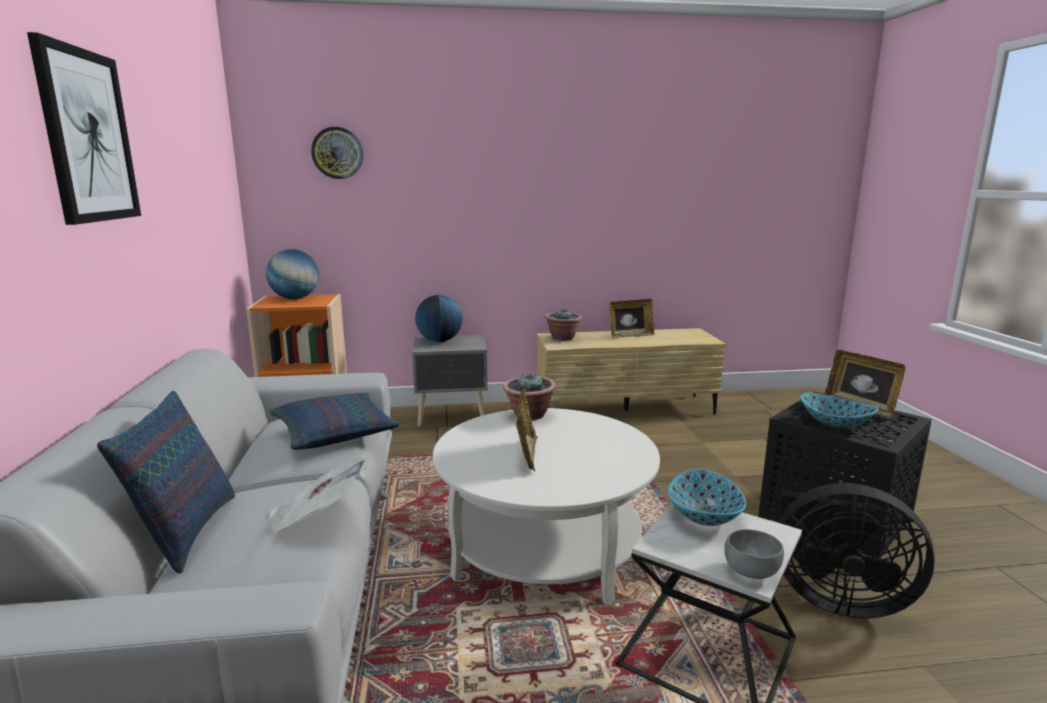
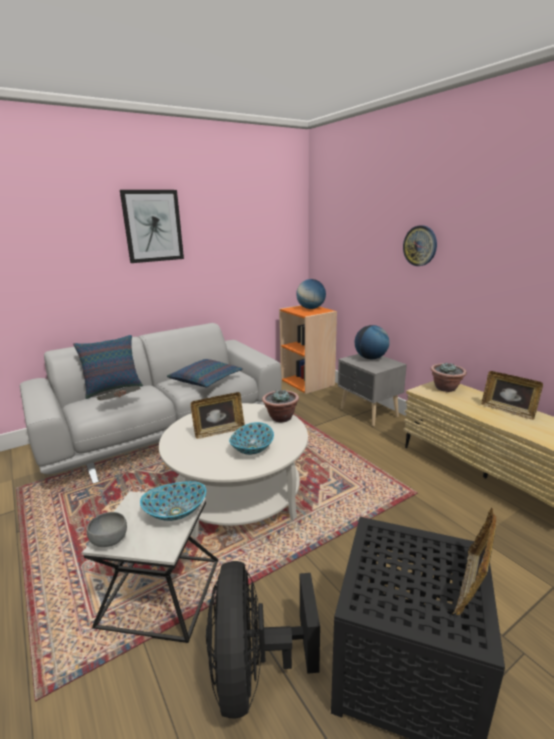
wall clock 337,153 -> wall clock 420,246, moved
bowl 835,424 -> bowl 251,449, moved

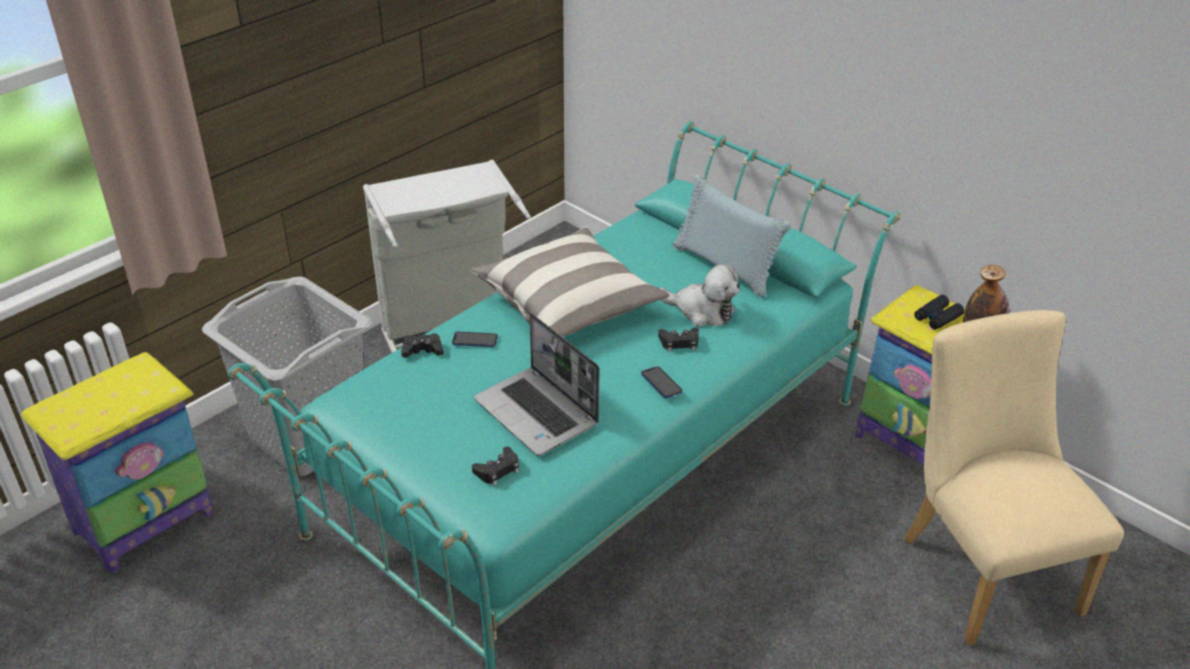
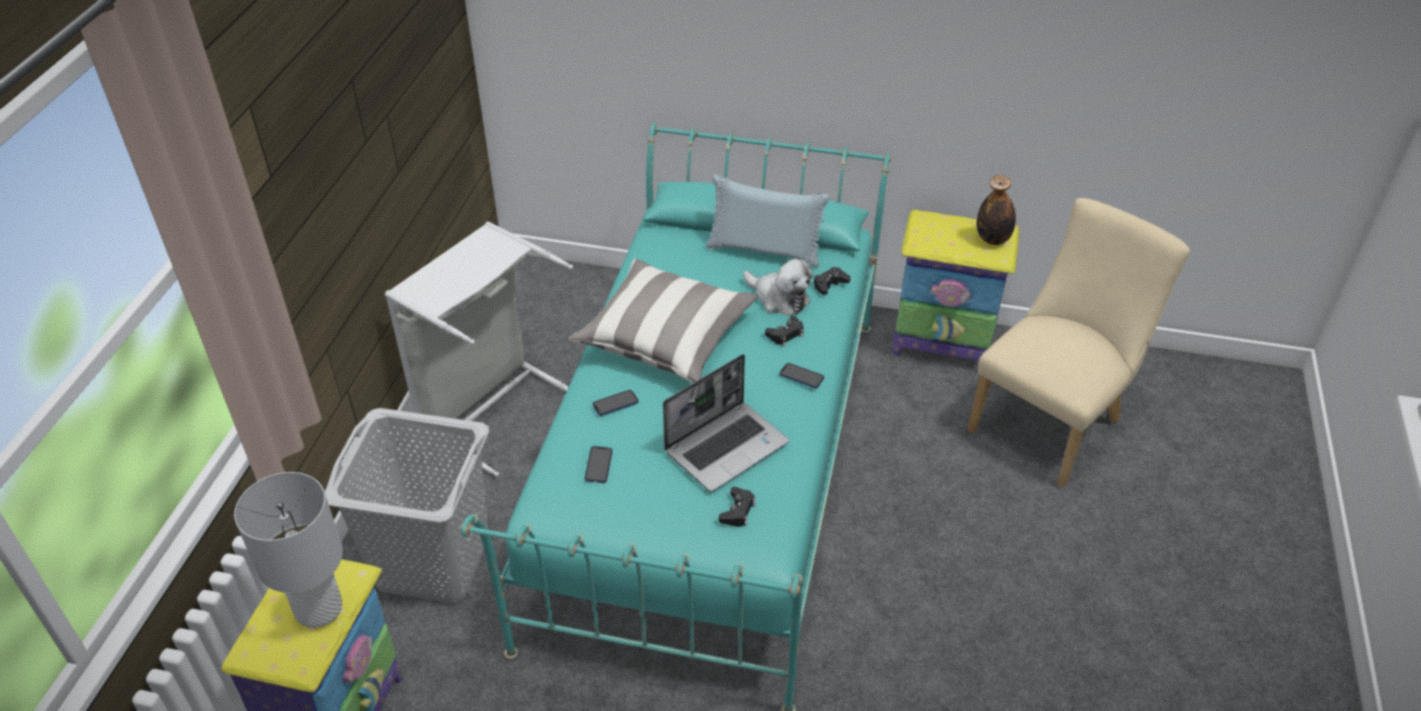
black binoculars 937,317 -> none
none -> grey table lamp 319,611
none -> phone 598,465
black game controller 422,350 -> black game controller 830,284, moved
laptop 538,413 -> laptop 727,446, 60 degrees counterclockwise
plush toy 701,311 -> plush toy 779,298, 45 degrees clockwise
beige chair 981,566 -> beige chair 1052,421, 90 degrees clockwise

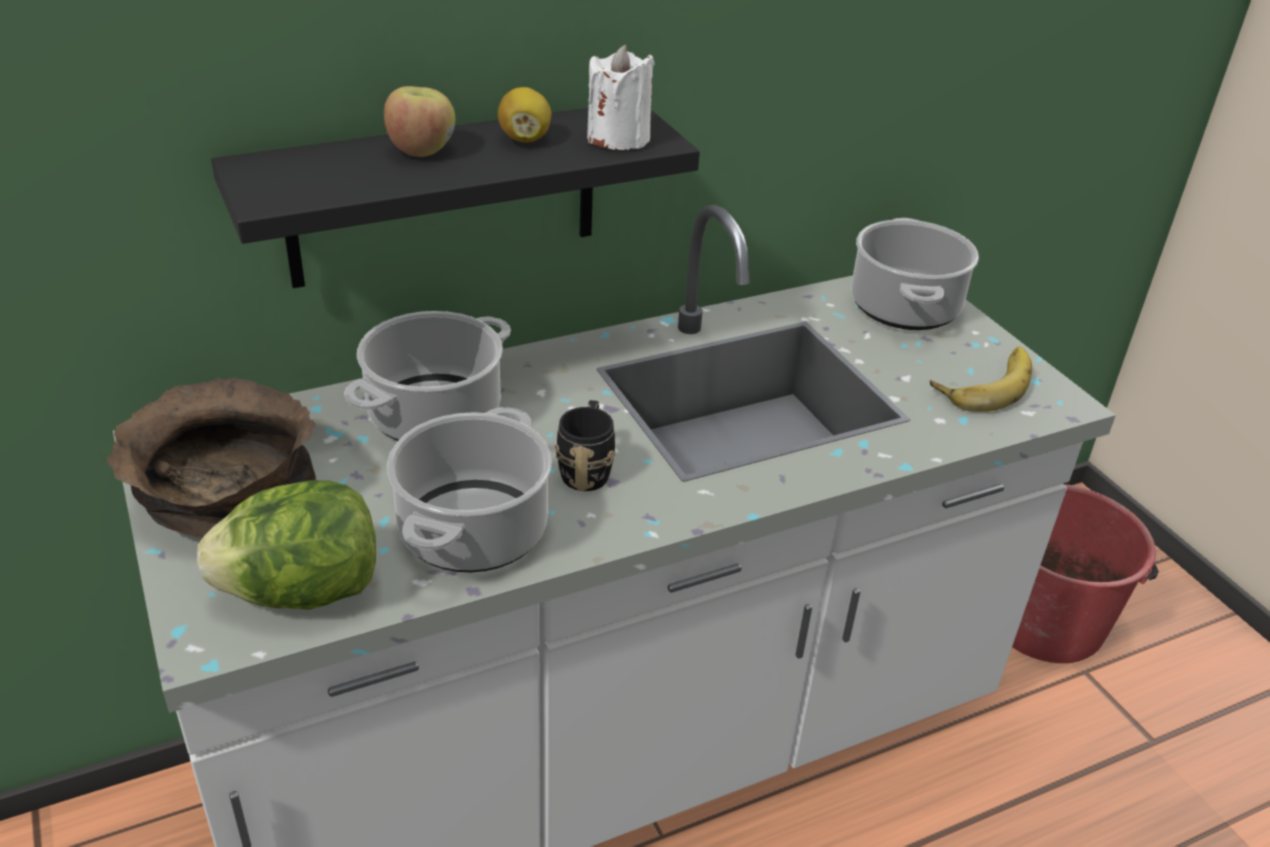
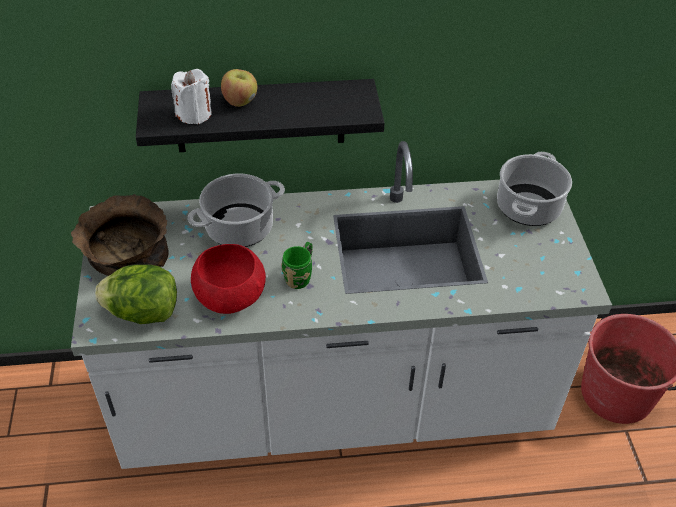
lemon 525,139 -> none
banana 982,383 -> none
white candle 618,138 -> white candle 194,114, moved
cooking pot 473,529 -> red bowl 231,297
black mug 586,469 -> green mug 300,275

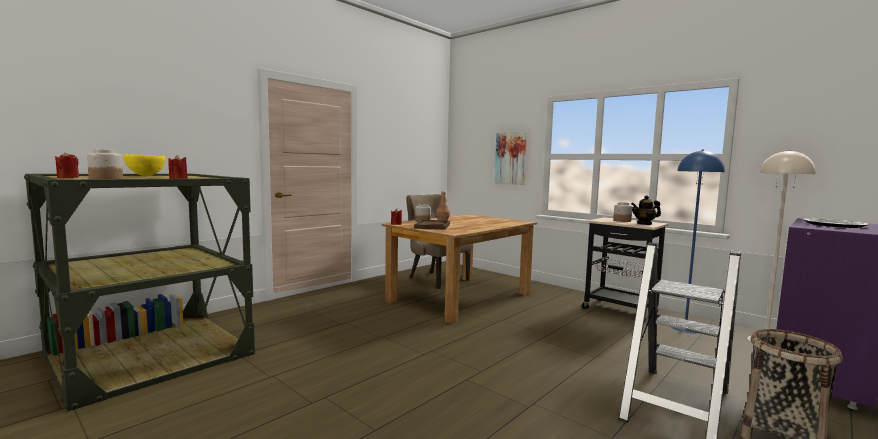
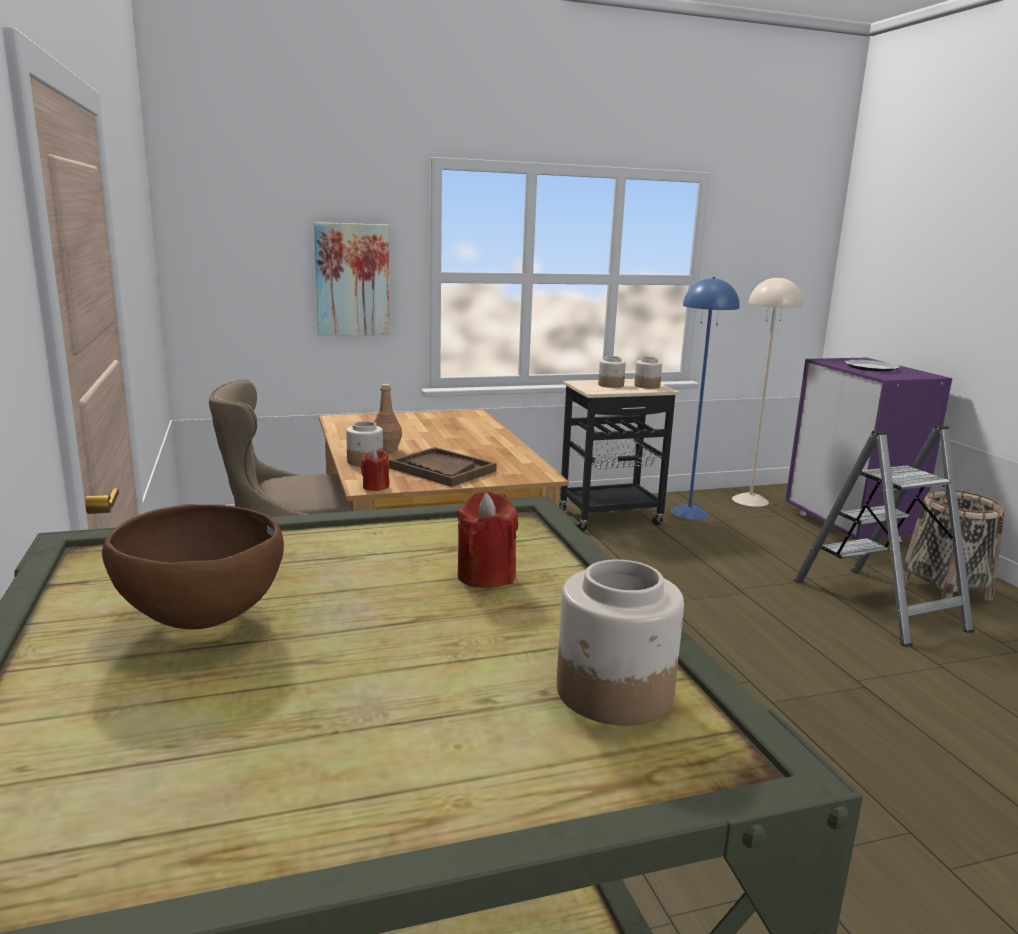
red candle 68,178 -> none
teapot 644,224 -> jar 647,386
yellow bowl 145,176 -> brown bowl 202,623

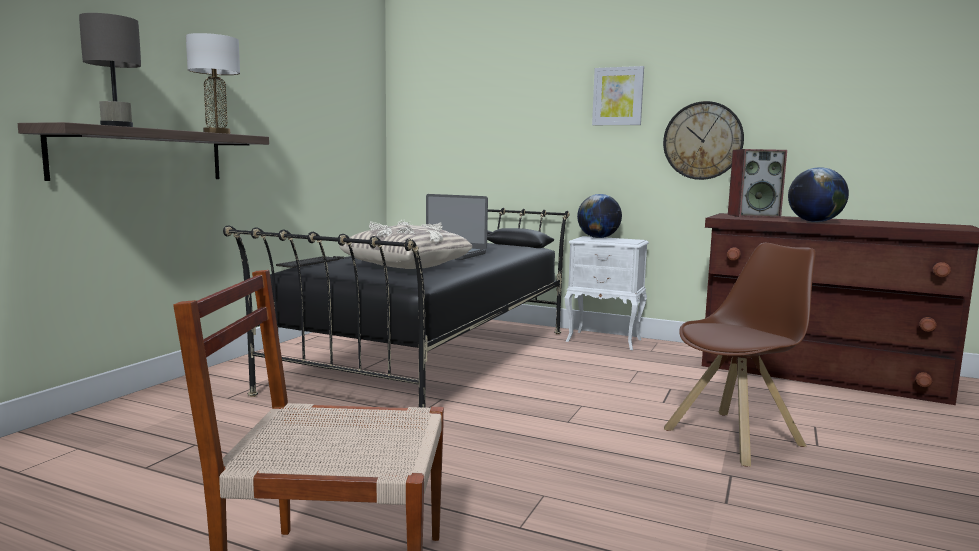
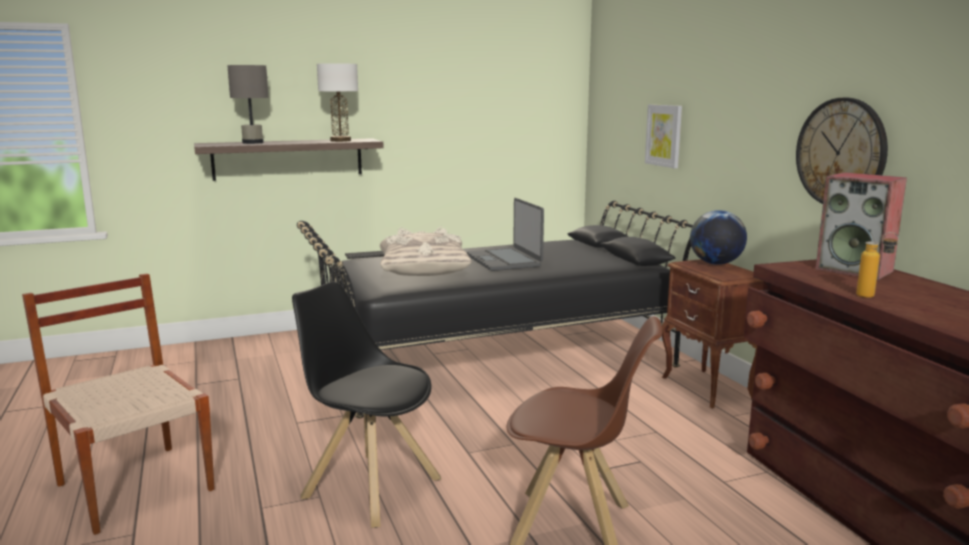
none -> black chair 369,486
picture 618,96 -> picture 664,135, moved
globe 814,222 -> bottle 872,297
white nightstand 604,340 -> brown nightstand 708,388

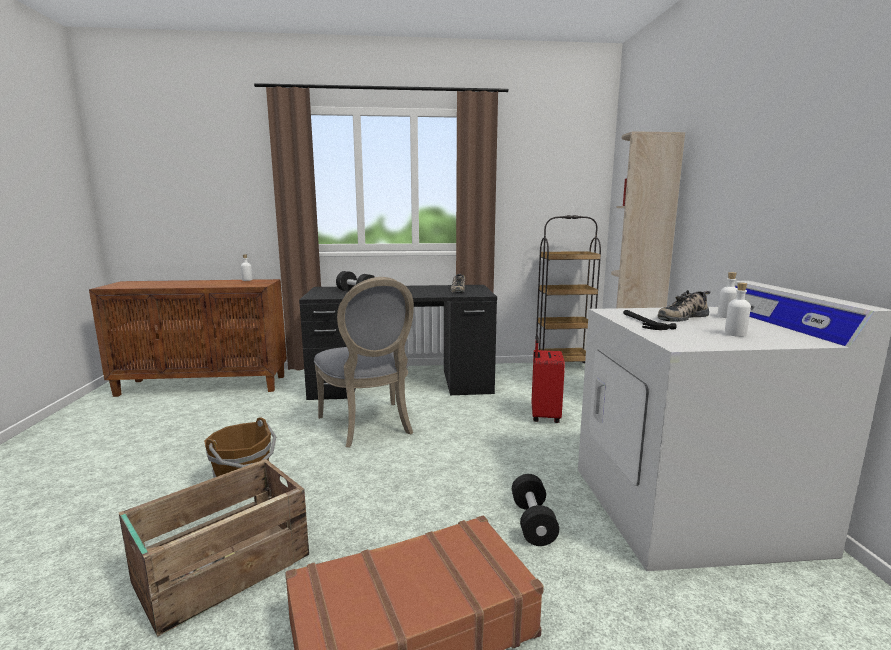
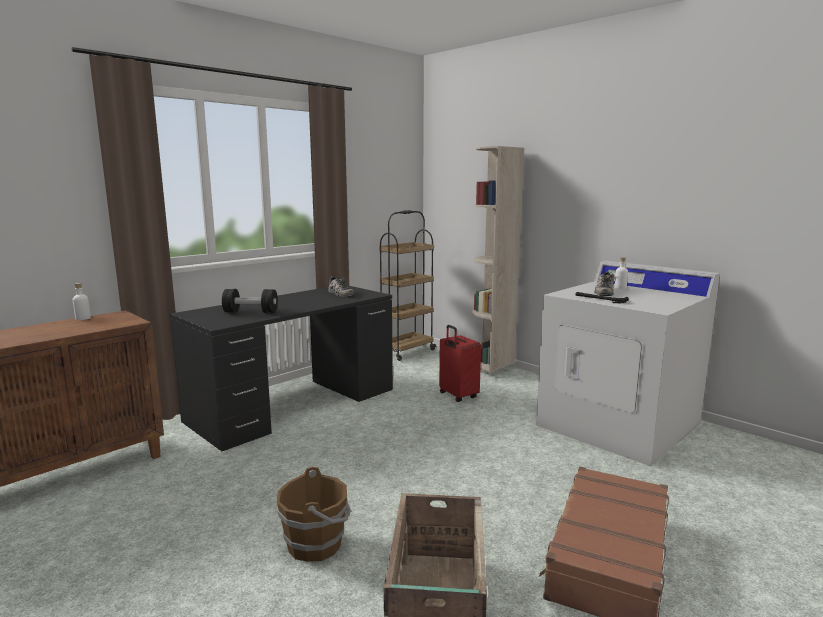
grey chair 369,426 -> none
black dumbbell 533,522 -> none
white bottle 735,334 -> none

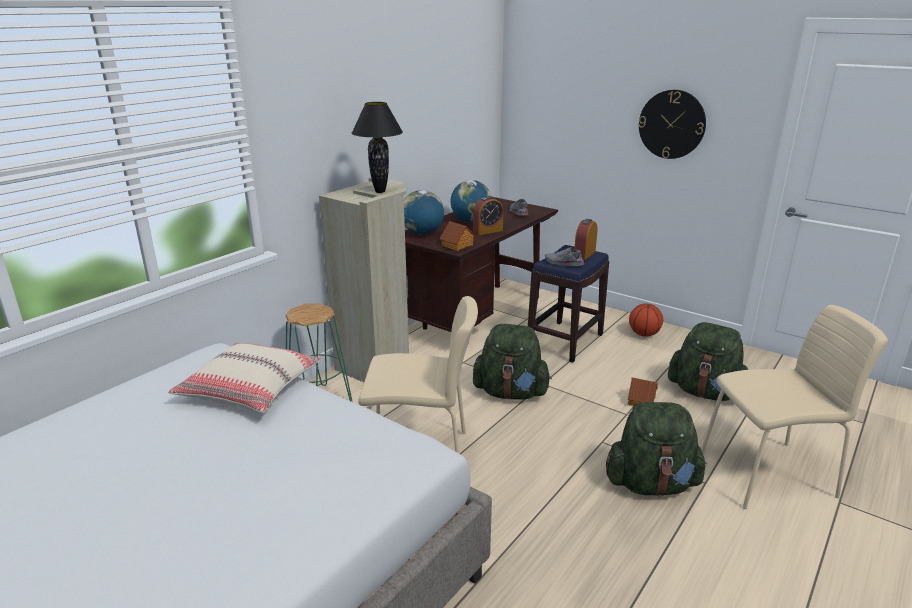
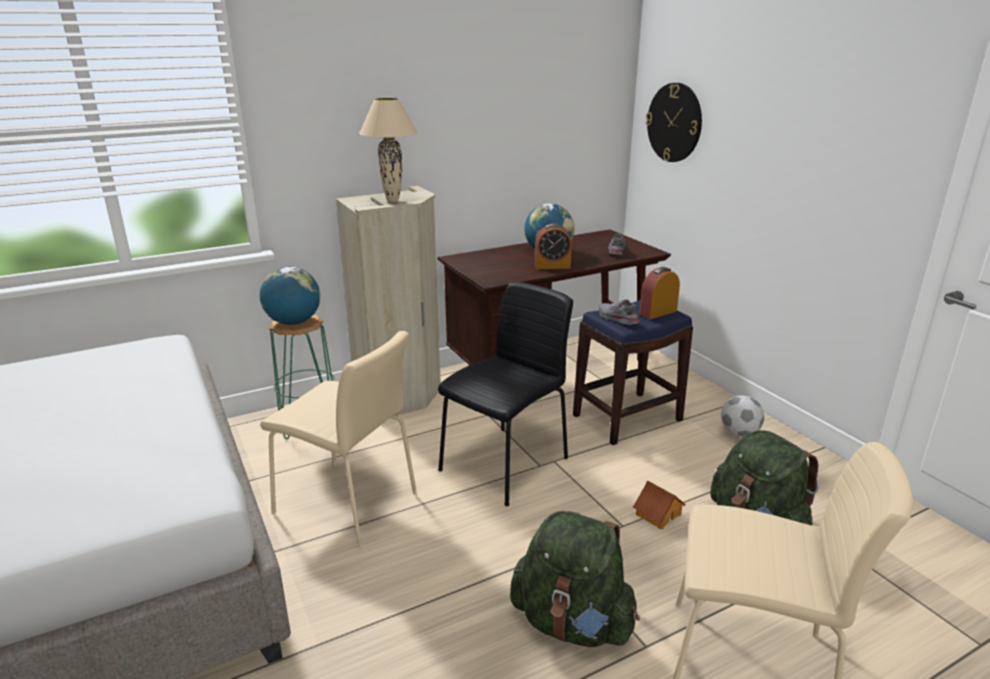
beige pillow 249,389 -> none
toy house 457,245 -> none
globe 422,233 -> globe 293,322, moved
wall clock 671,124 -> wall clock 674,122, moved
green backpack 510,393 -> black chair 507,462
basketball 644,334 -> football 739,433
black table lamp 380,191 -> beige table lamp 392,201

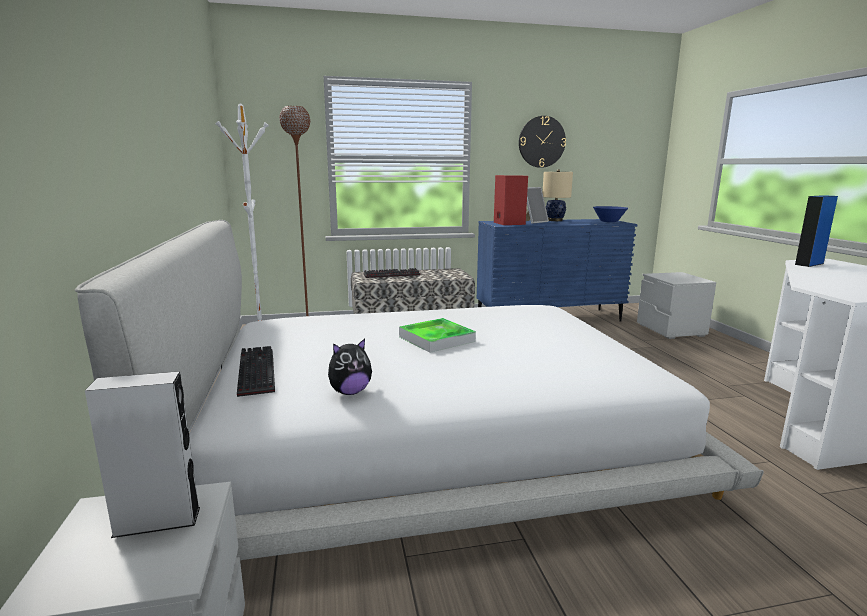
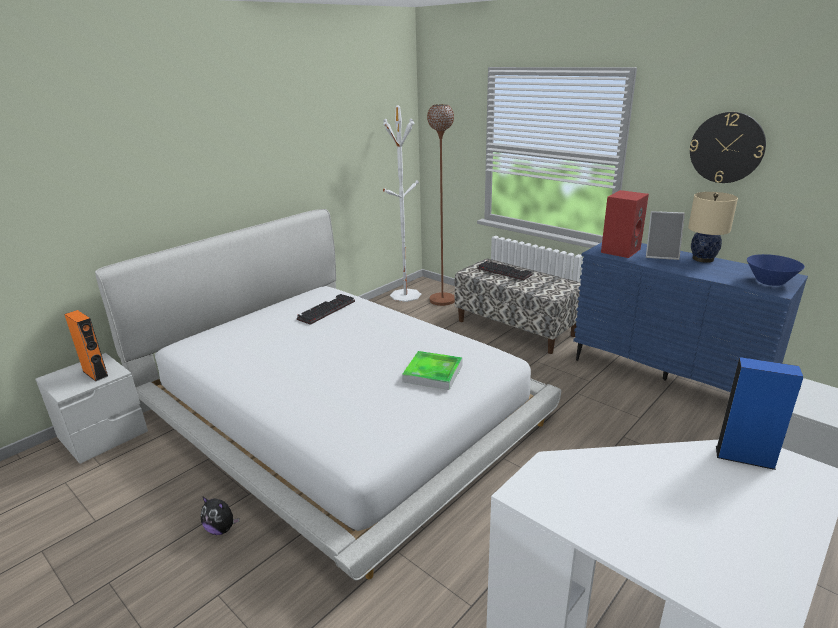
keyboard 254,372 -> keyboard 326,310, moved
plush toy 350,392 -> plush toy 221,529, moved
tray 436,339 -> tray 433,373, moved
grey speaker 157,521 -> orange speaker 95,373

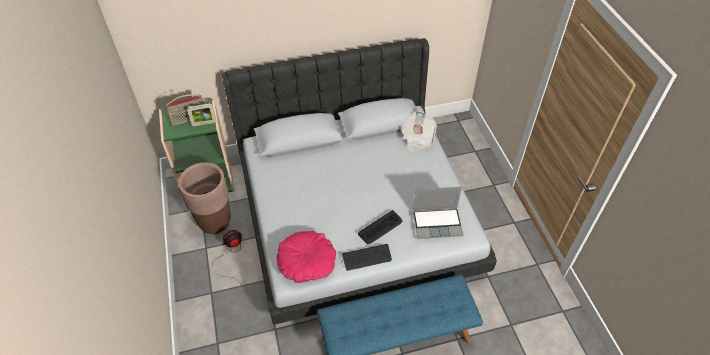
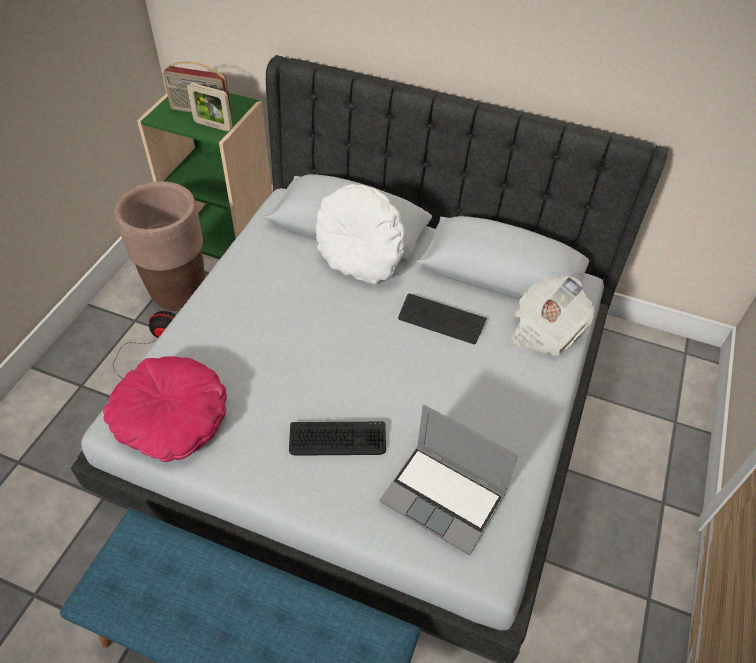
none -> white pillow 359,266
keyboard 367,257 -> keyboard 441,320, moved

